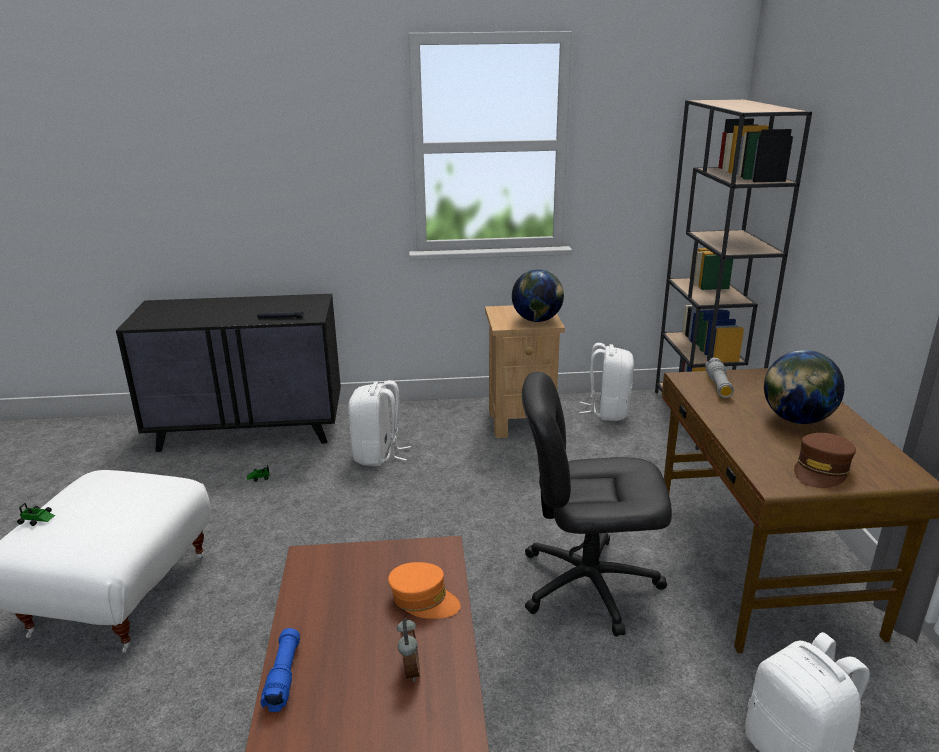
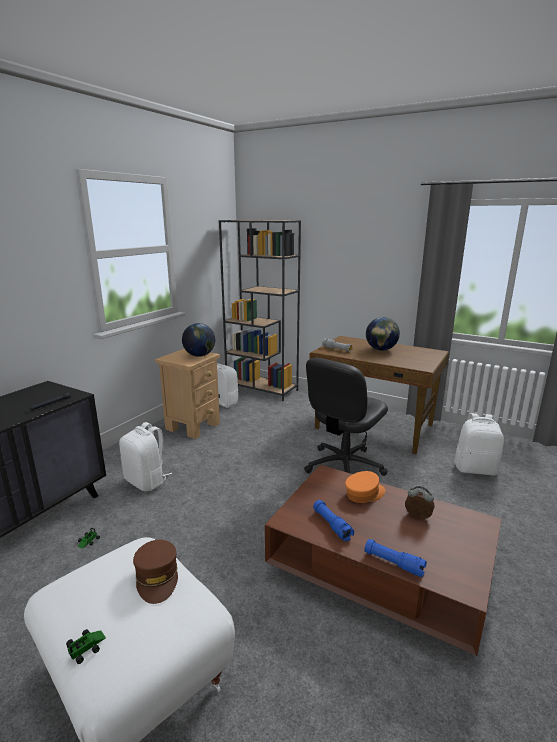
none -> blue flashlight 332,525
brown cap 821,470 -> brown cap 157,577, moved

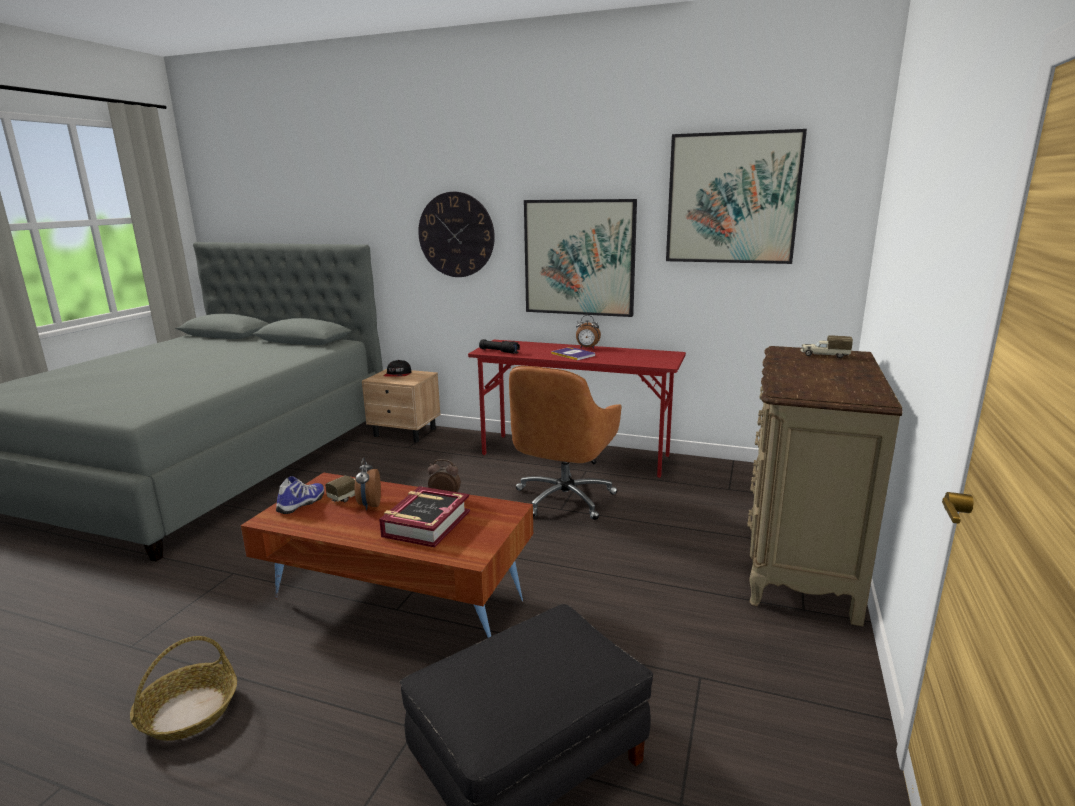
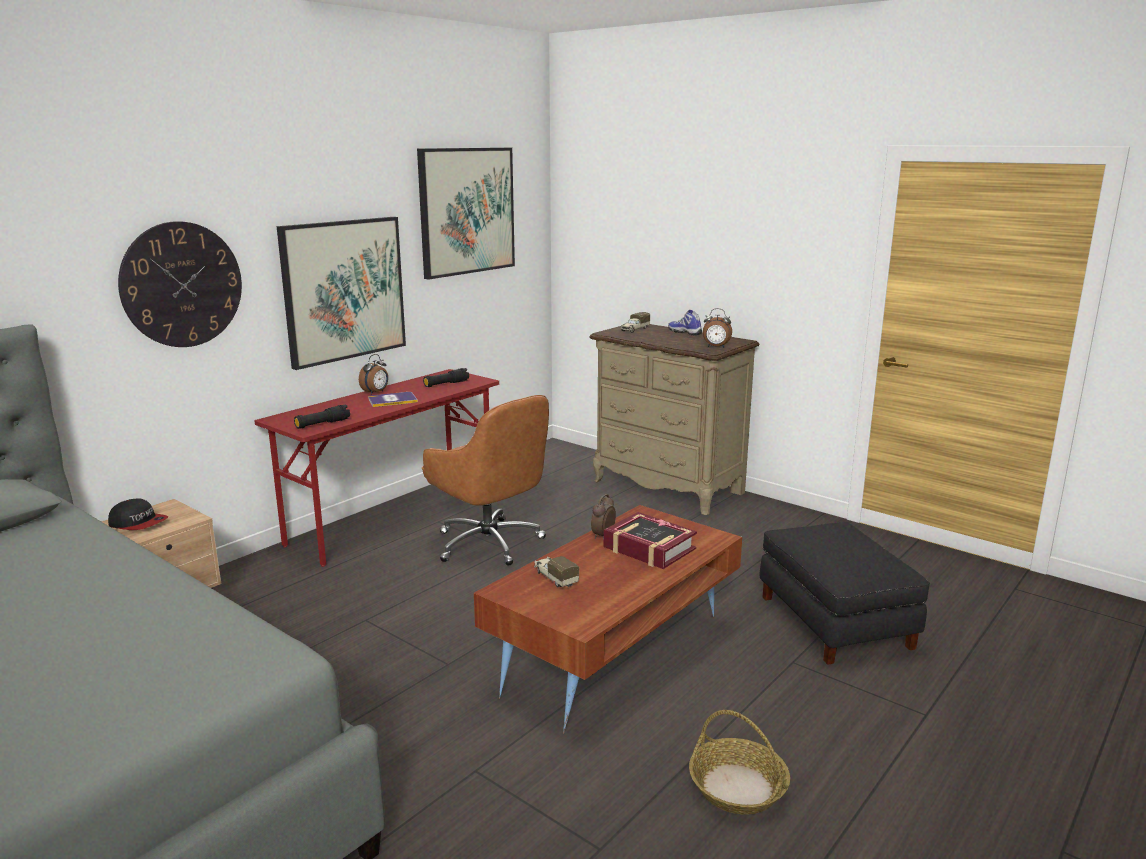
none -> black flashlight 446,384
shoe 302,504 -> shoe 685,332, moved
alarm clock 369,505 -> alarm clock 716,347, moved

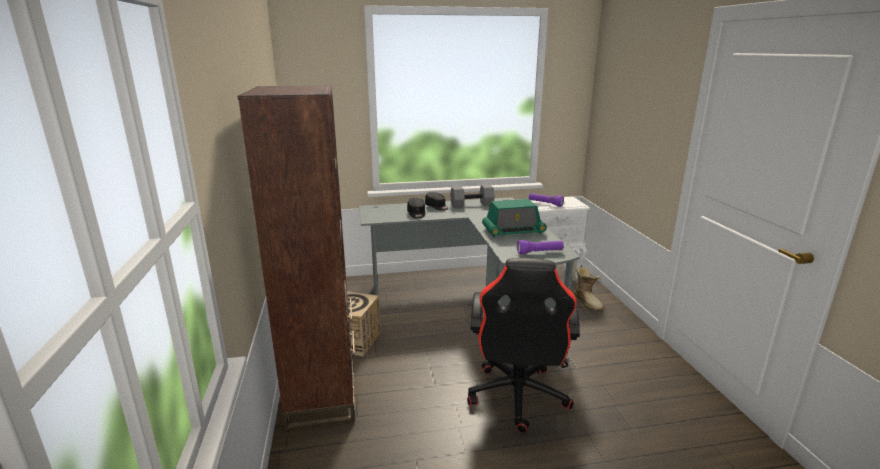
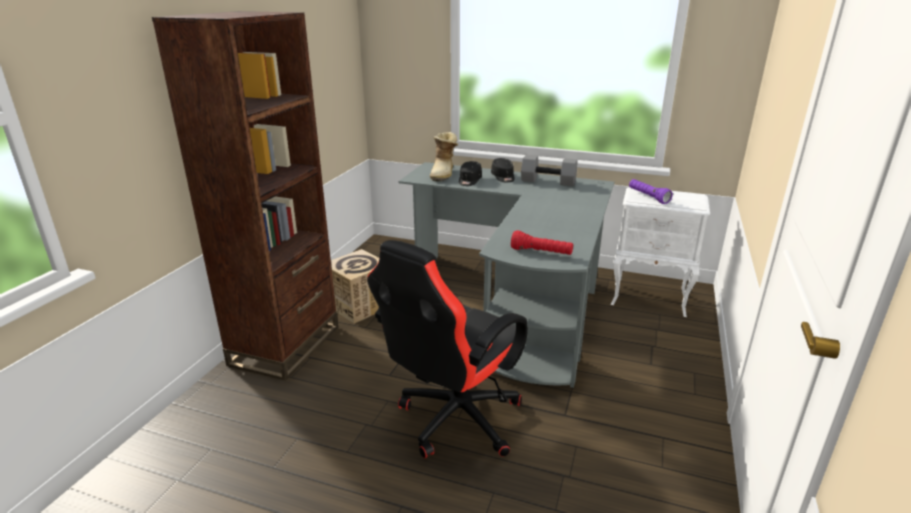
radio 513,231 -> none
boot 588,302 -> boot 444,174, moved
purple flashlight 539,252 -> red flashlight 541,252

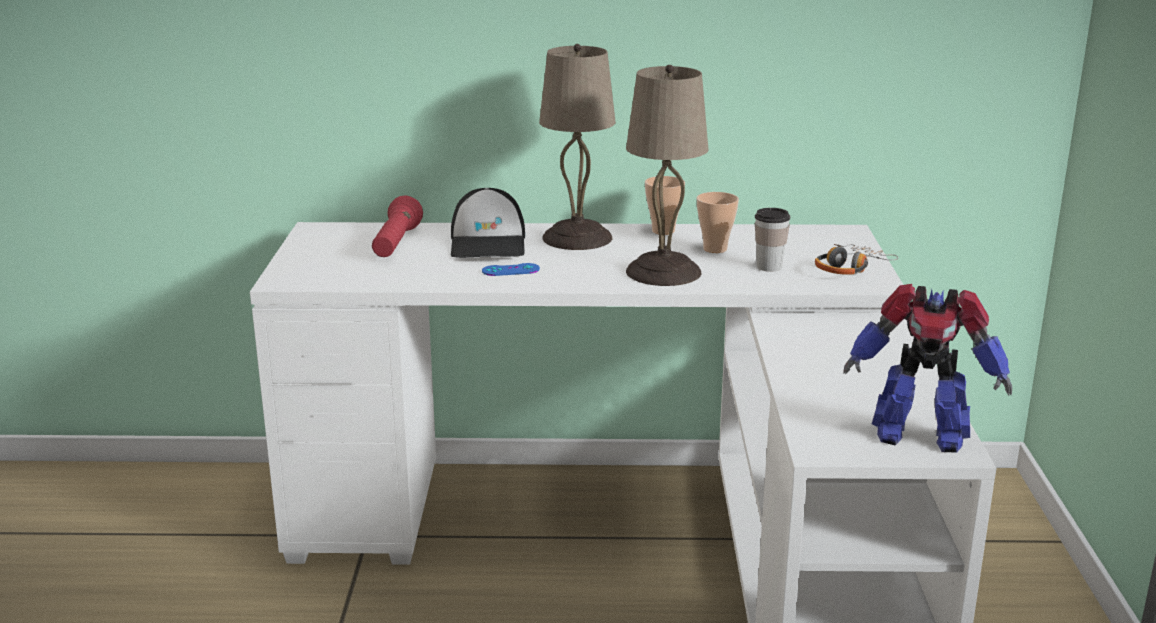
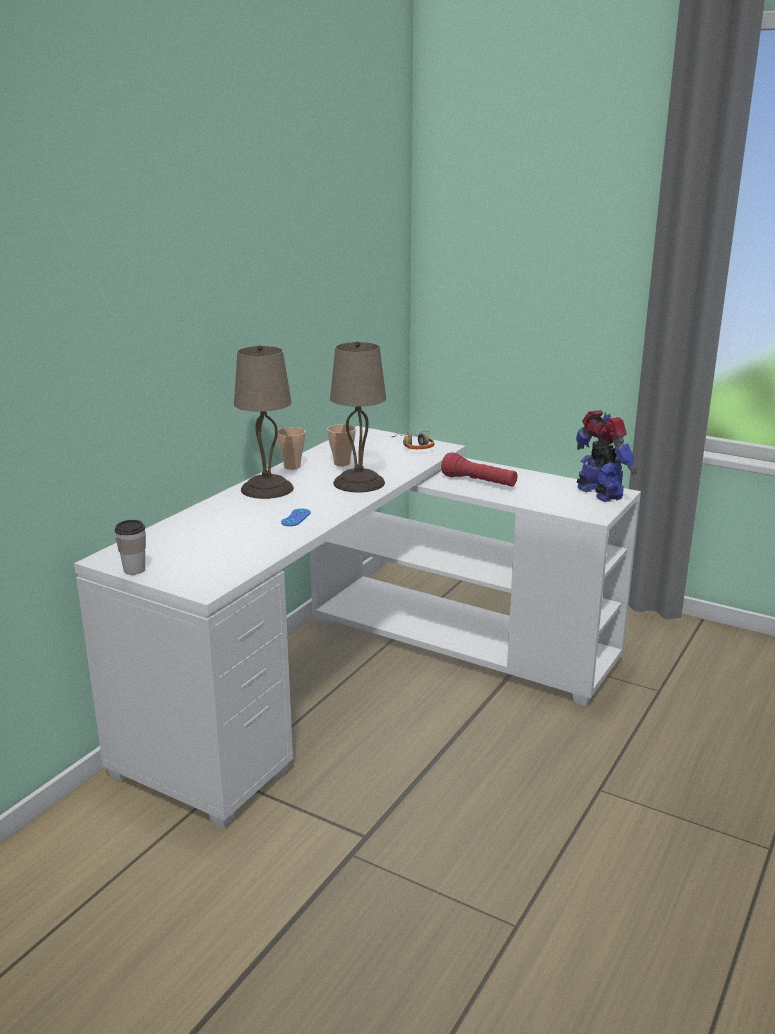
cap 489,243 -> none
red flashlight 396,244 -> red flashlight 479,482, moved
cup 769,267 -> cup 134,570, moved
toy robot 918,435 -> toy robot 599,494, 75 degrees counterclockwise

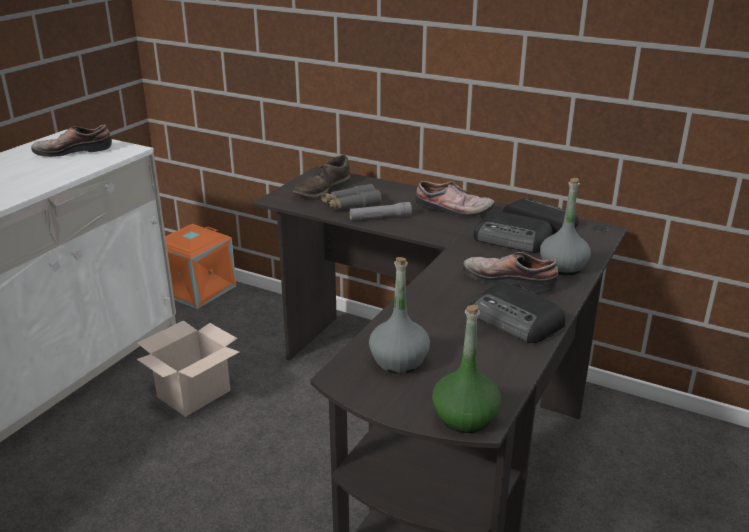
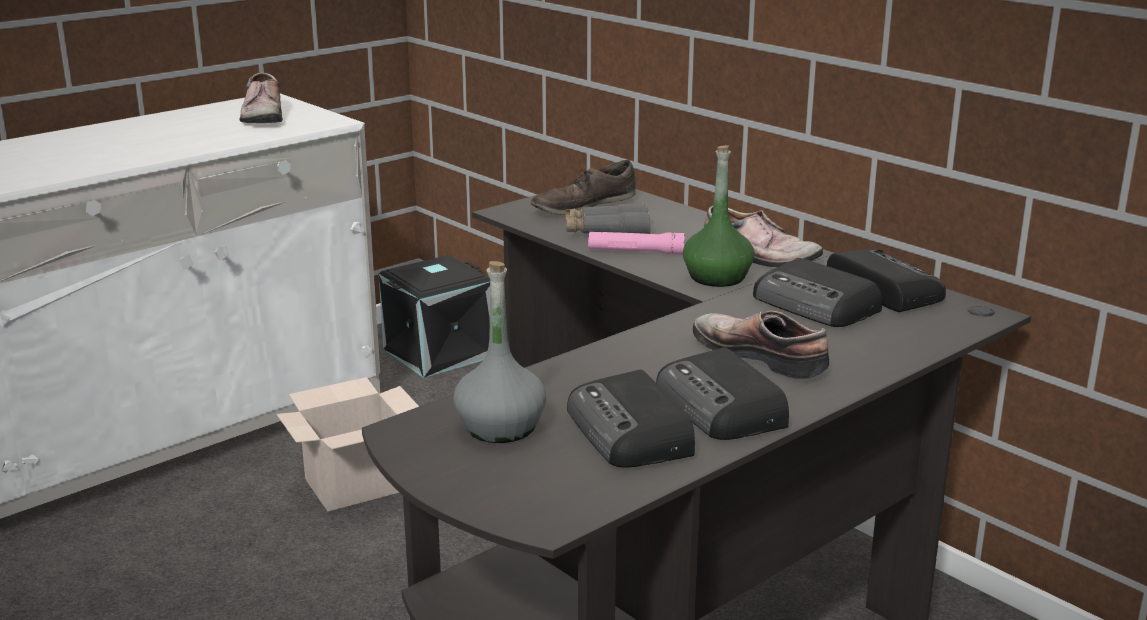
grey bottle 563,267 -> none
none -> radio 631,433
green bottle 464,417 -> green bottle 716,277, moved
orange storage box 198,290 -> black storage box 439,353
grey flashlight 380,217 -> pink flashlight 636,252
shoe 73,150 -> shoe 261,116, 105 degrees counterclockwise

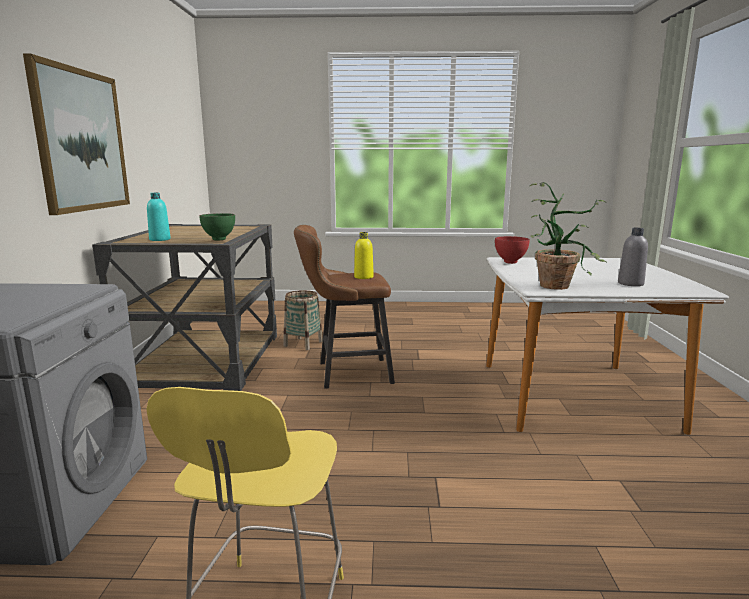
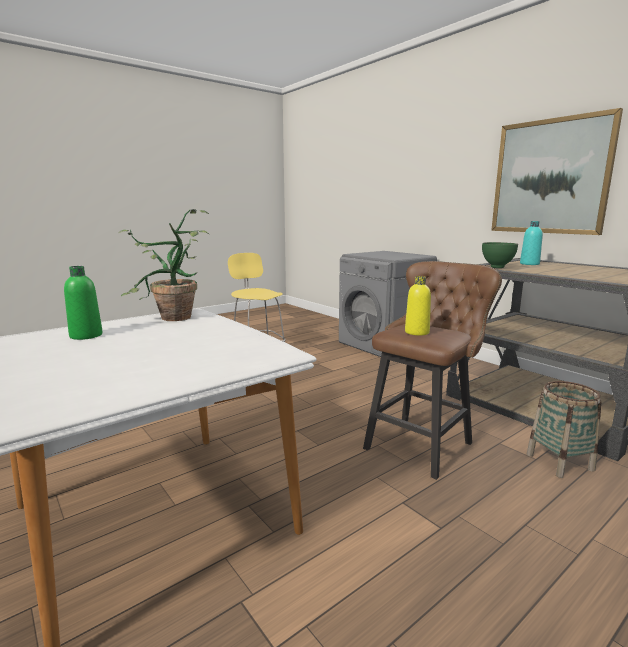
red bowl 510,262 -> none
grey bottle 630,283 -> green bottle 86,335

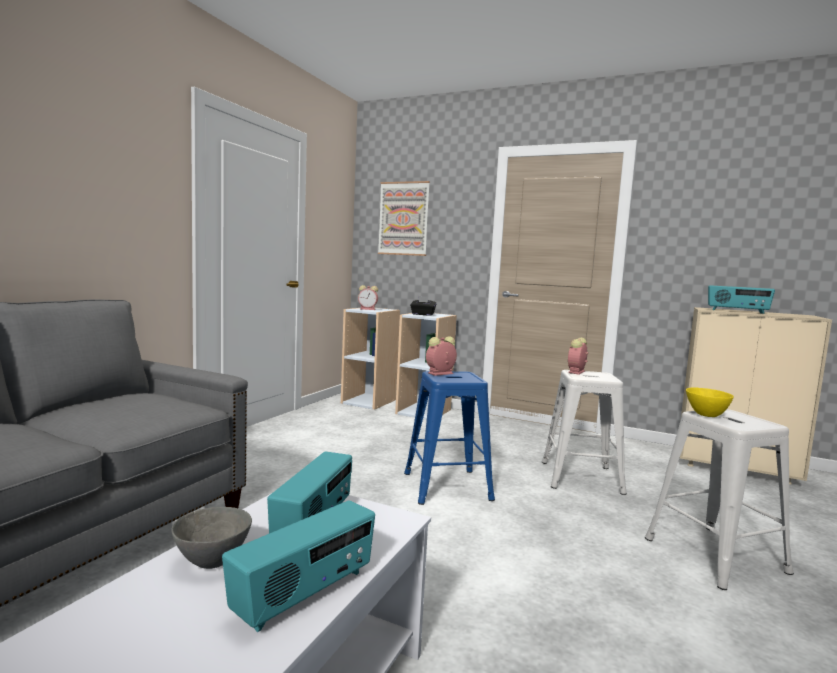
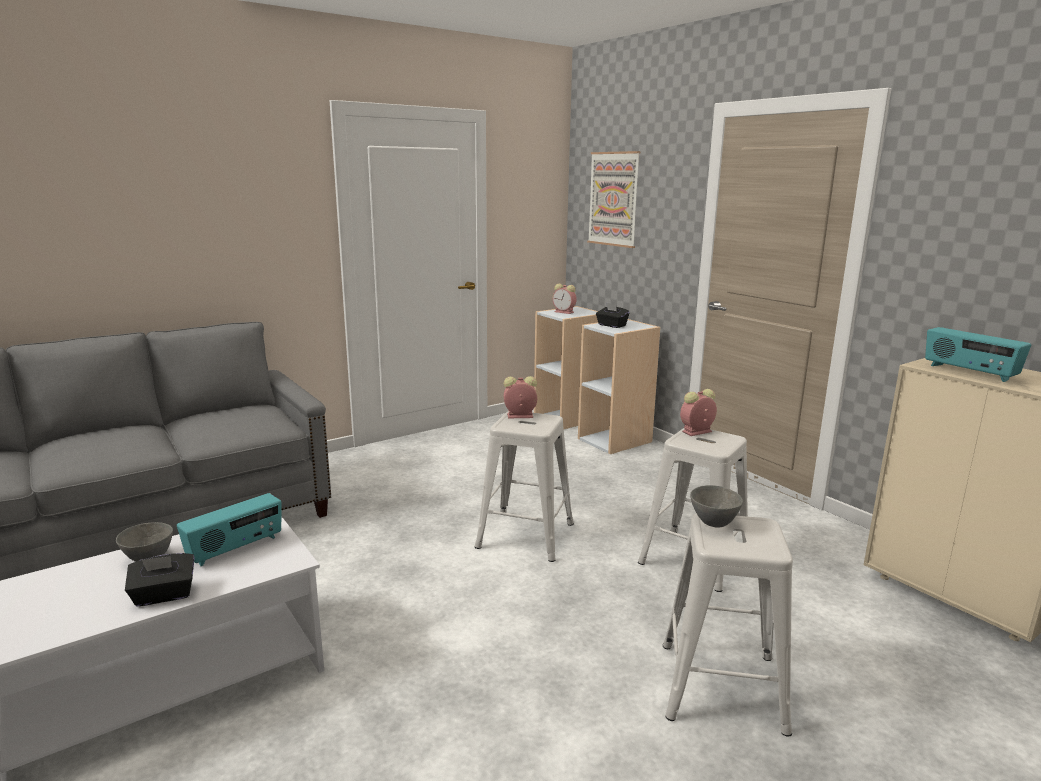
radio 305,595 -> black tissue box 164,595
blue stool 447,486 -> white stool 525,535
yellow bowl 706,415 -> grey bowl 712,522

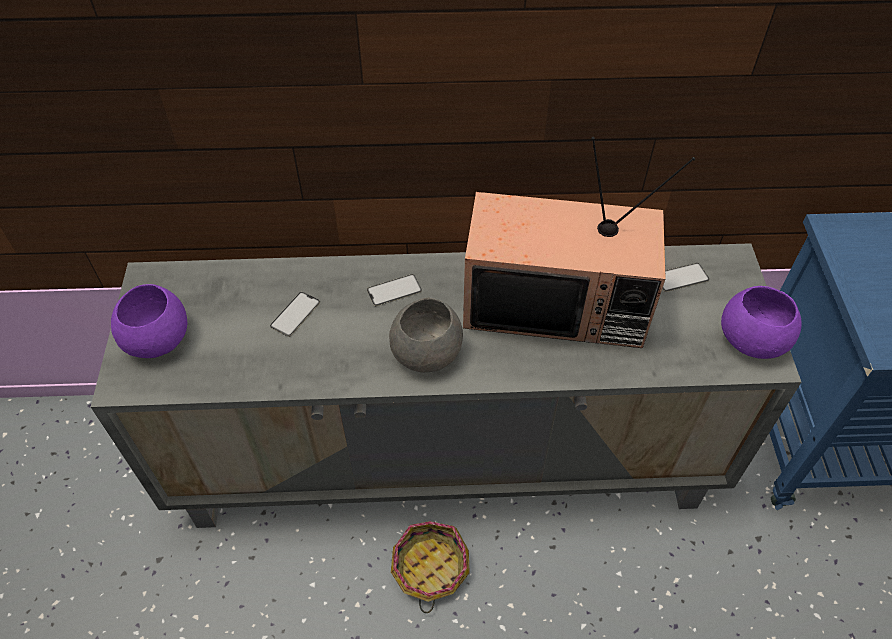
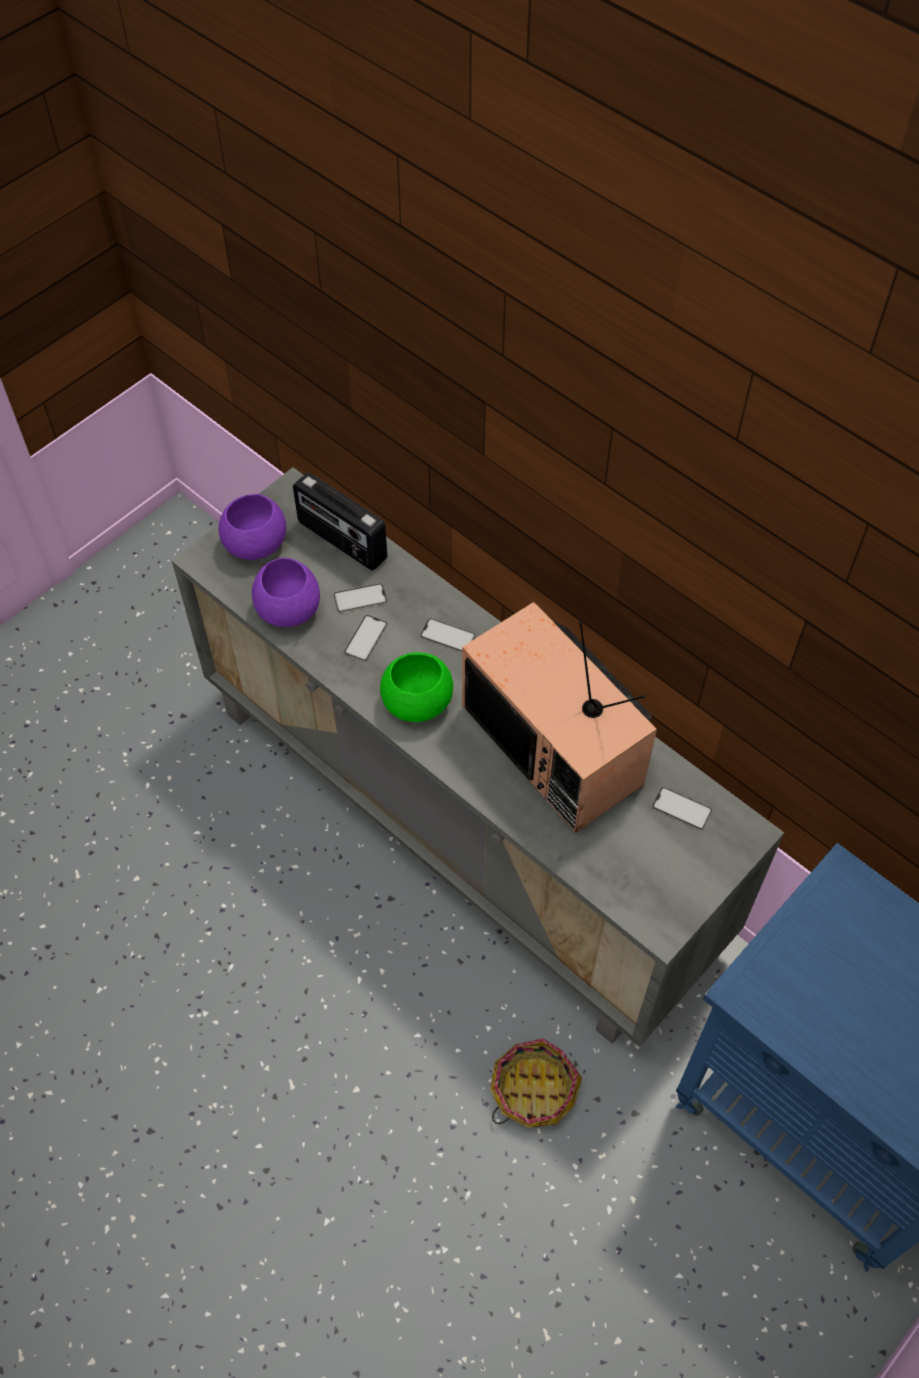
none -> radio 341,541
none -> phone 366,638
basket 430,568 -> basket 533,1089, moved
purple bowl 751,338 -> purple bowl 288,607, moved
grey bowl 427,350 -> green bowl 418,700

